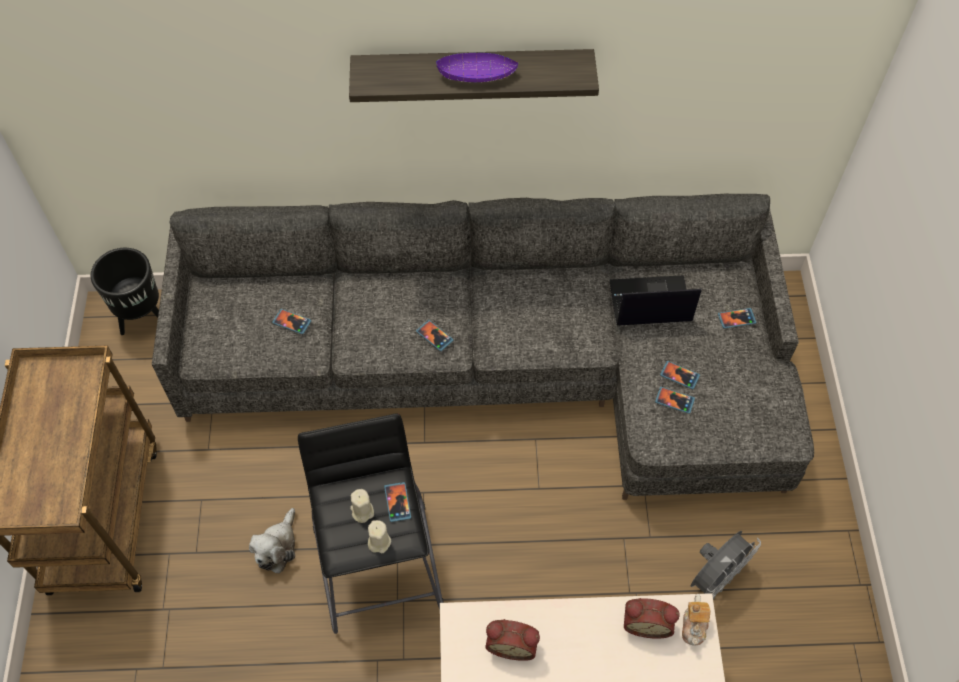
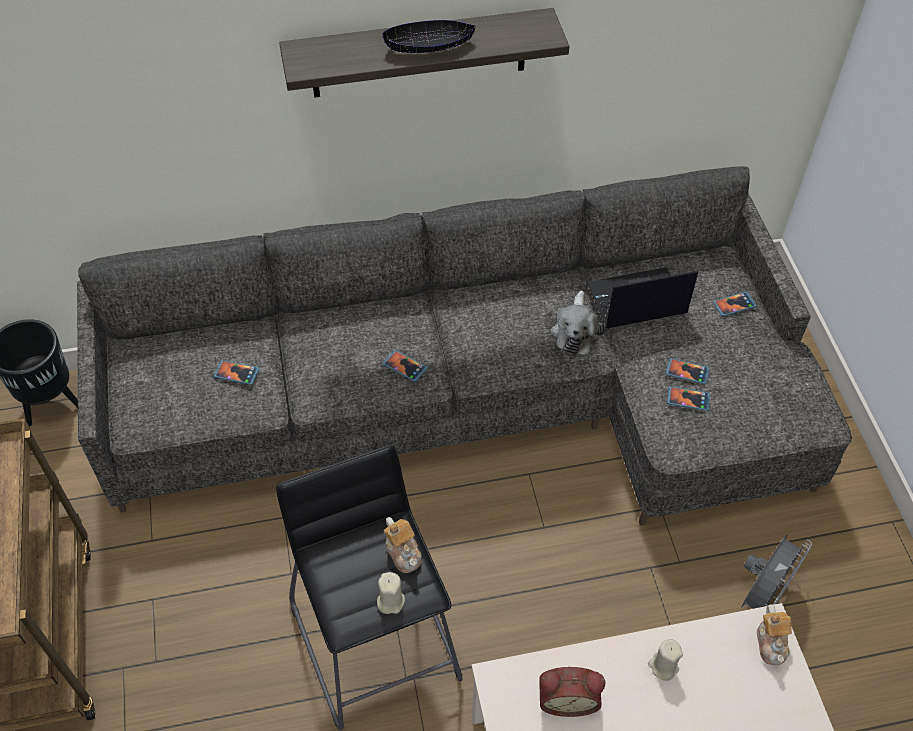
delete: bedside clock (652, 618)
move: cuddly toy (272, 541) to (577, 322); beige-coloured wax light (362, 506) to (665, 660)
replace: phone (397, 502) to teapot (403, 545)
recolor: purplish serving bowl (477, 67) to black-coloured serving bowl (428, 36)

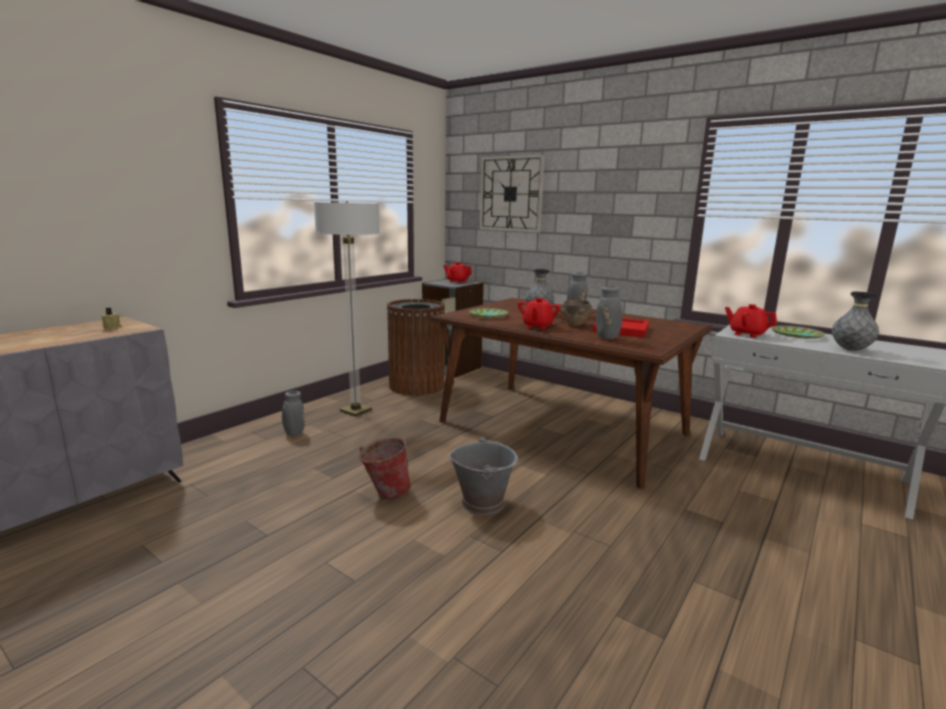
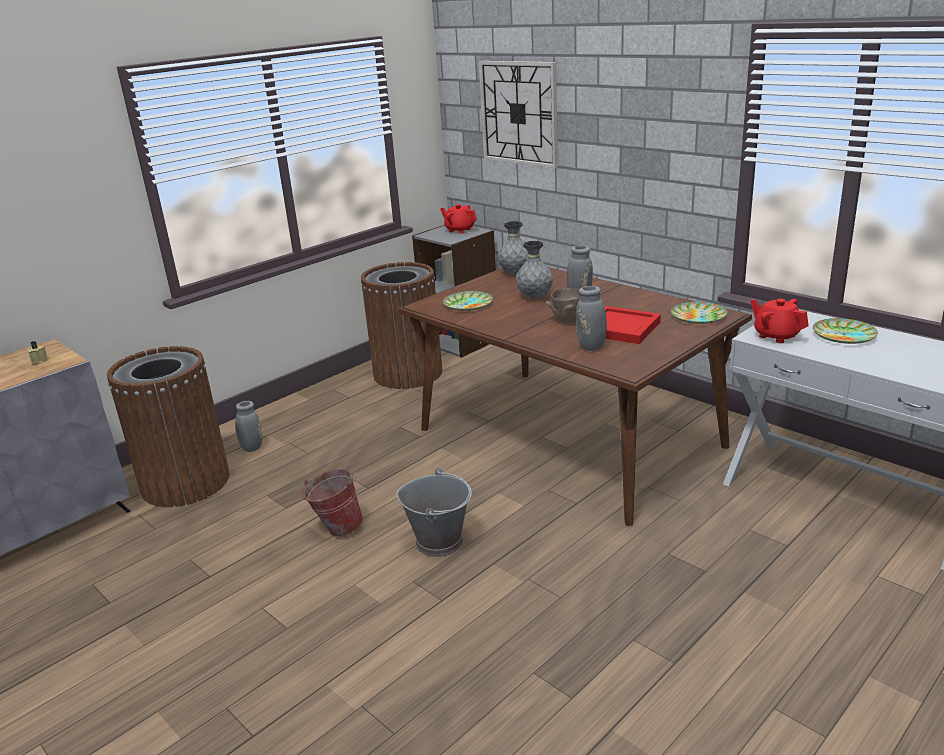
delete: floor lamp (347, 309); red teapot (539, 313)
insert: brown trash can (168, 426); flat dish (699, 313)
move: greyish vase (855, 321) to (513, 248)

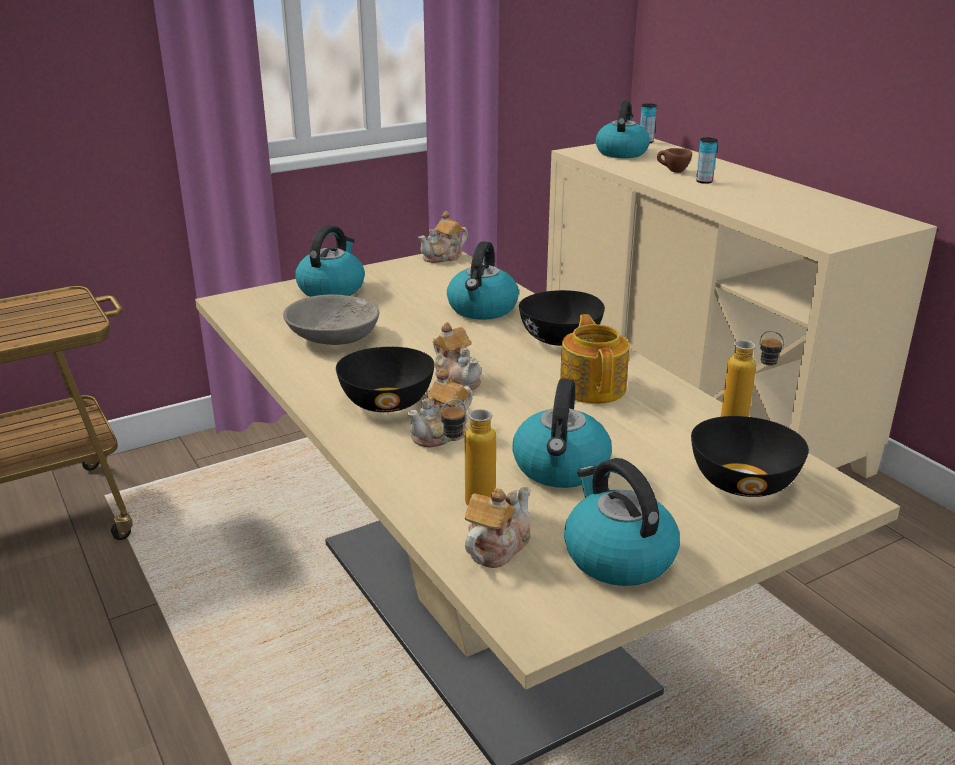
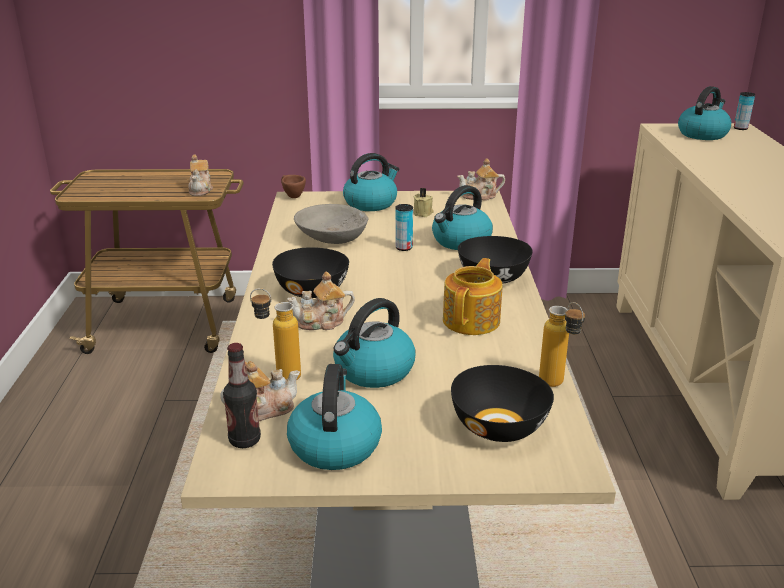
insert: beverage bottle (242, 395); beige-coloured wax light (424, 202)
move: teapot (457, 356) to (200, 175); brown drinking cup (674, 160) to (293, 186); sealed can (707, 160) to (404, 227)

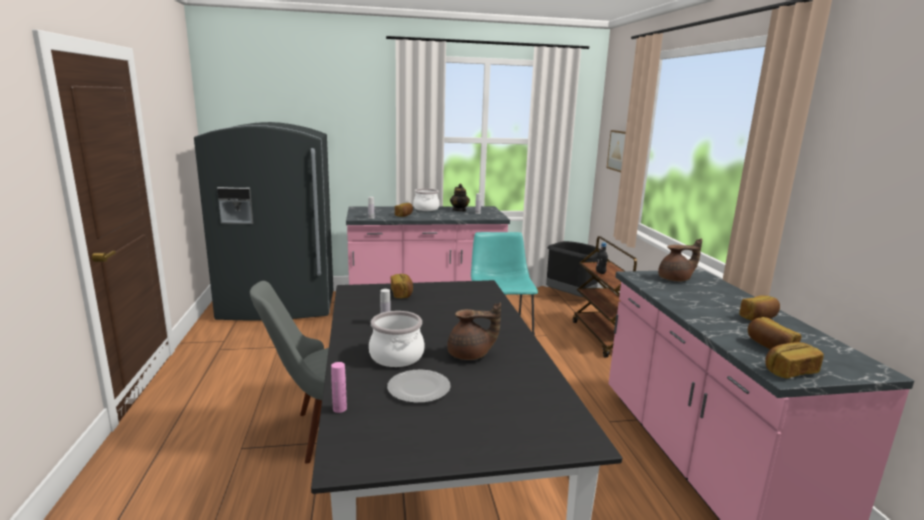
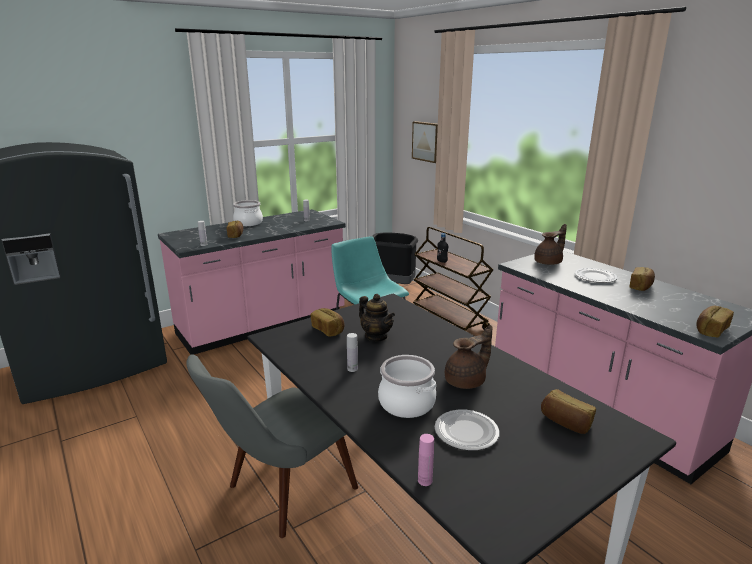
insert: flat dish (596, 275)
move: teapot (460, 198) to (377, 318); bakery bread (775, 333) to (568, 411)

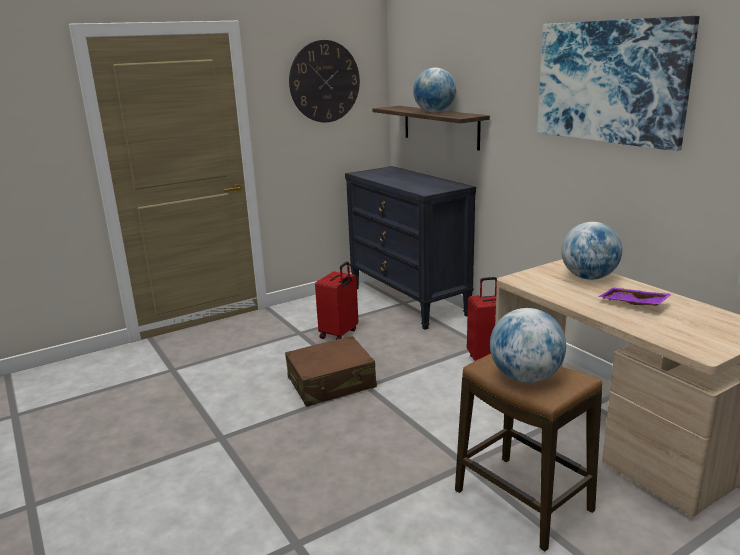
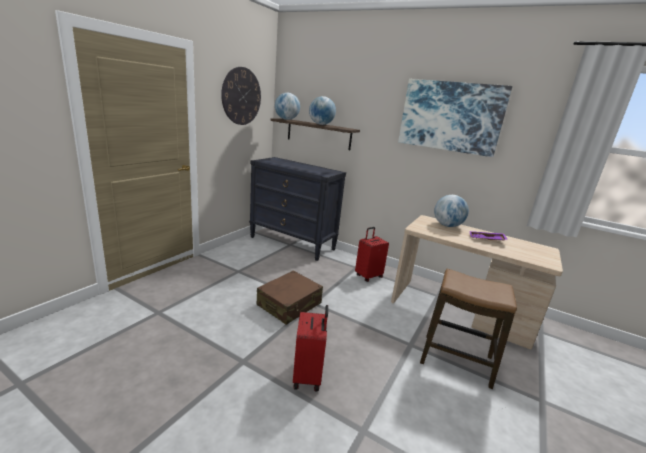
move: world globe (528, 345) to (287, 106); red suitcase (336, 301) to (310, 348)

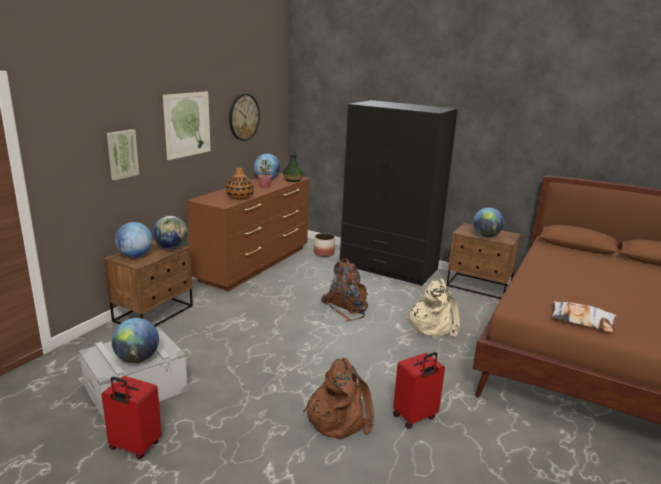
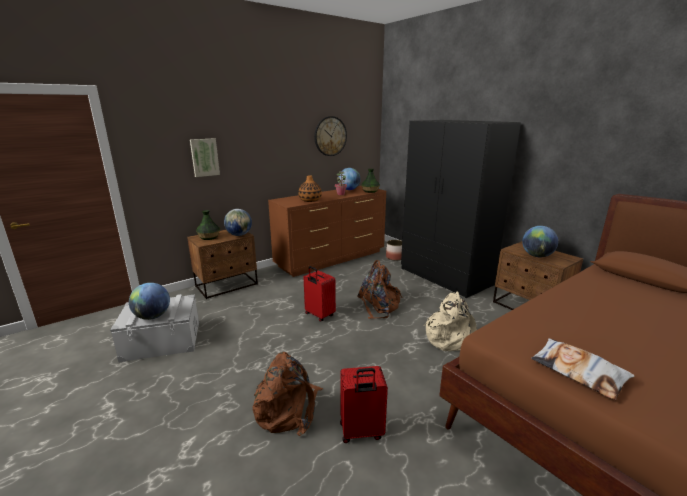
delete: wall picture (187, 125)
move: red suitcase (131, 417) to (320, 294)
replace: world globe (134, 239) to vase (208, 225)

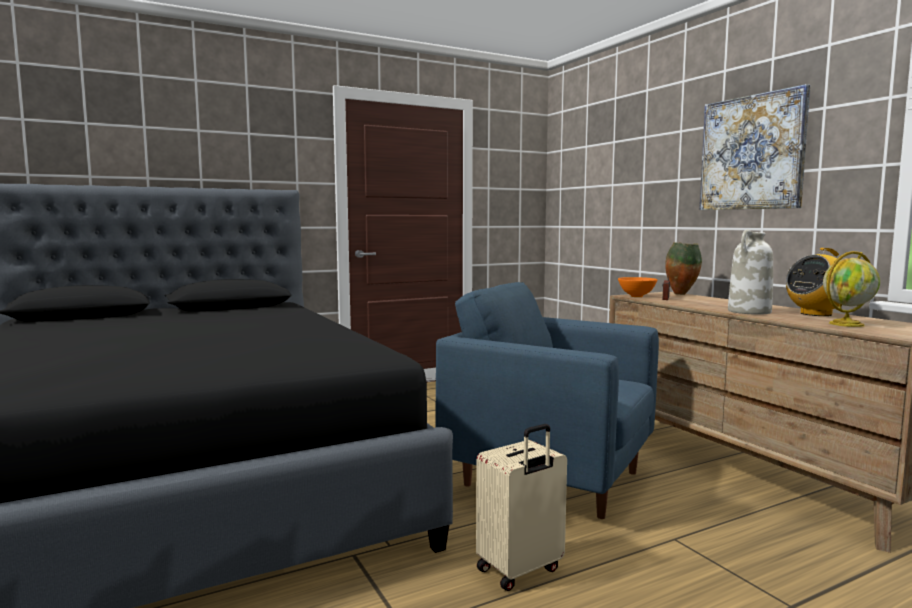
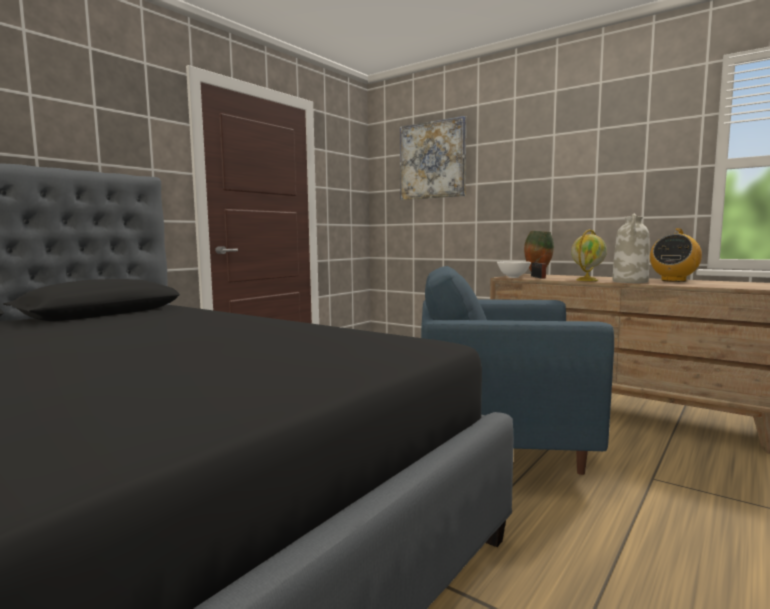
delete: beige-coloured suitcase (521, 507)
move: wall picture (754, 147) to (433, 158); world globe (851, 289) to (589, 255)
recolor: orange-coloured serving bowl (637, 287) to white-coloured serving bowl (514, 269)

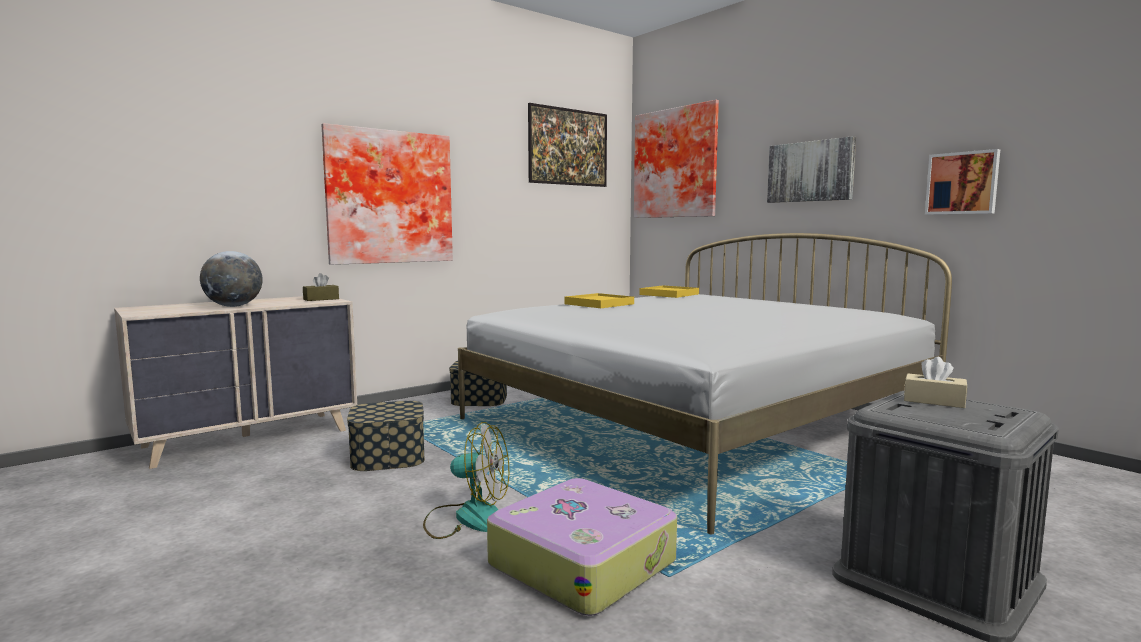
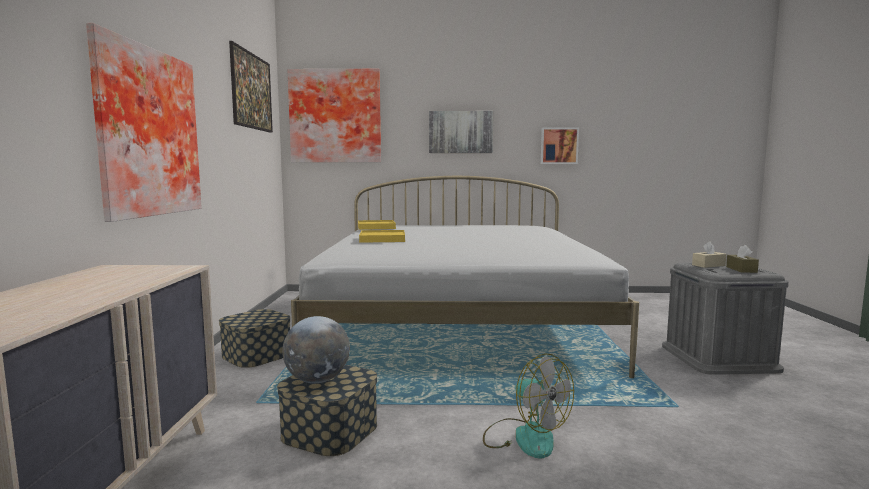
delete: suitcase (582, 547)
move: world globe (231, 279) to (316, 349); brown tissue box (321, 287) to (742, 259)
rotate: electric fan (466, 480) = (528, 405) 90 degrees clockwise

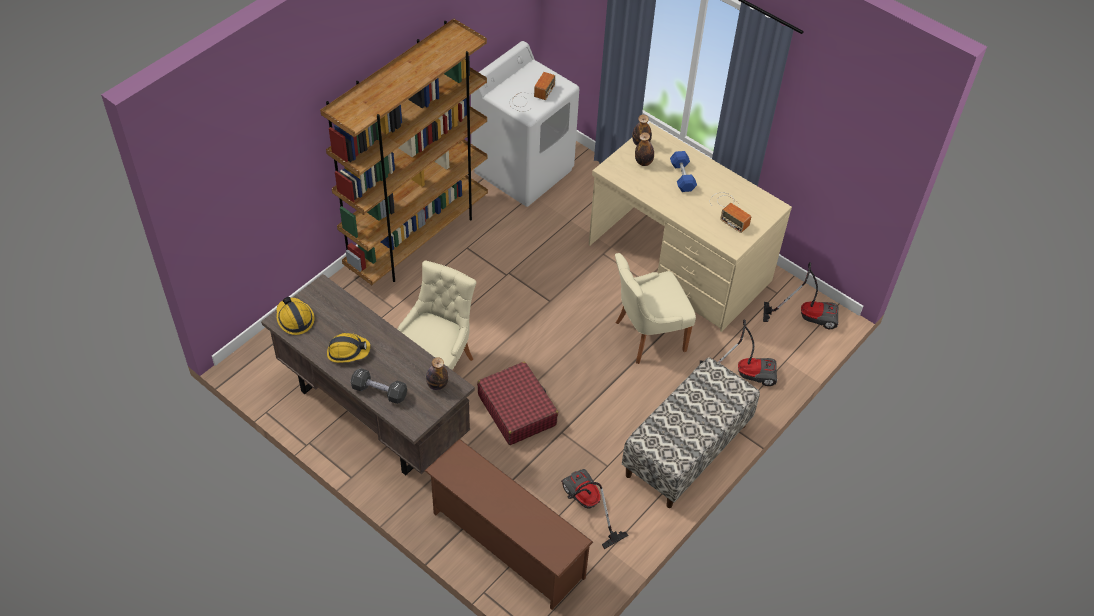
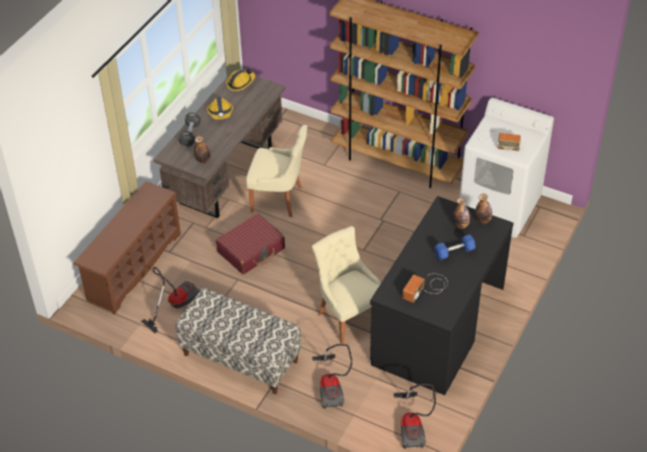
recolor: beige-coloured desk (690, 227) to black-coloured desk (442, 295)

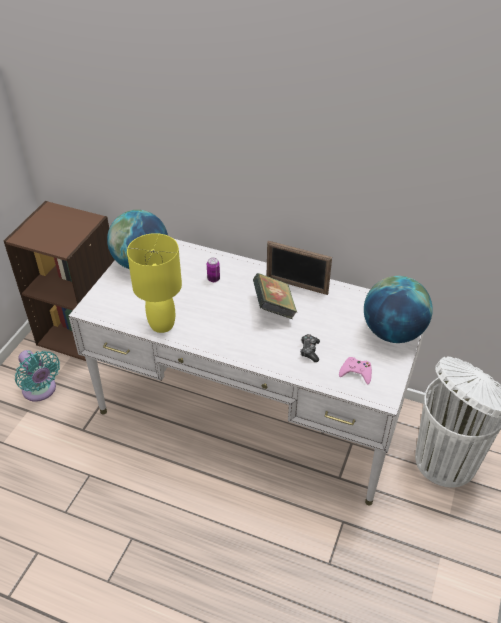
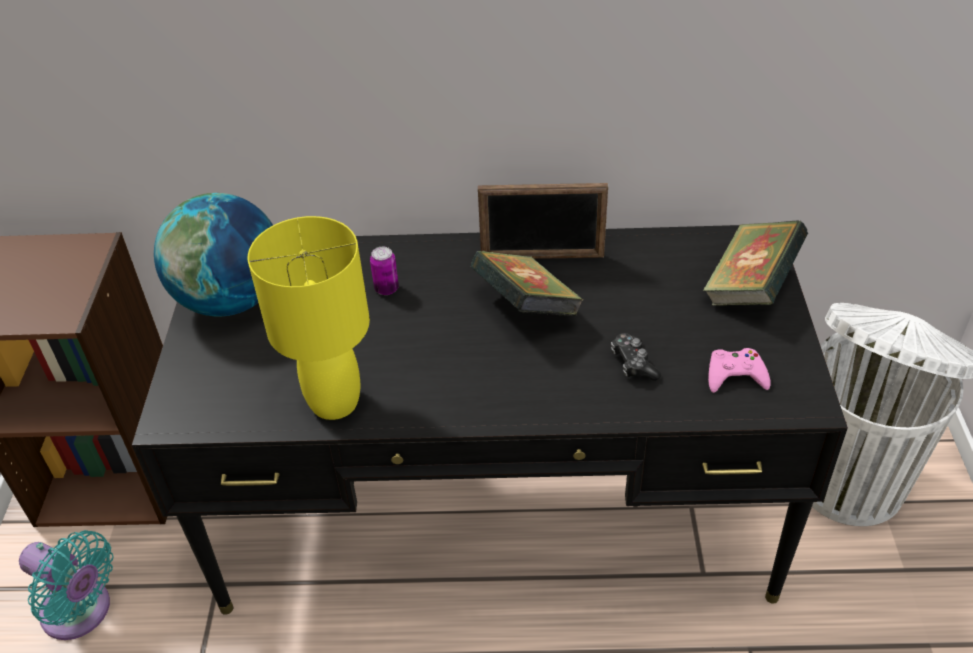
replace: world globe (398, 309) to bound book (755, 263)
recolor: white-coloured desk (246, 372) to black-coloured desk (490, 420)

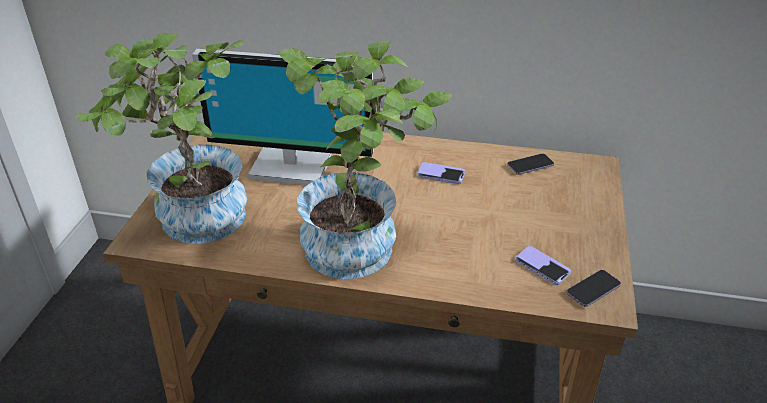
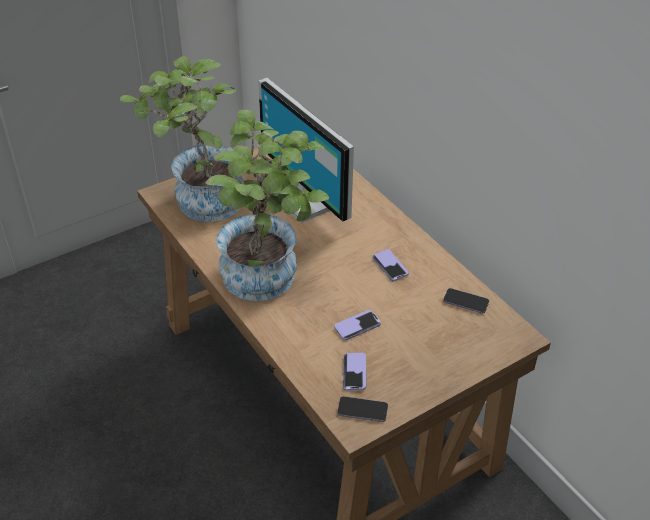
insert: phone (357, 325)

